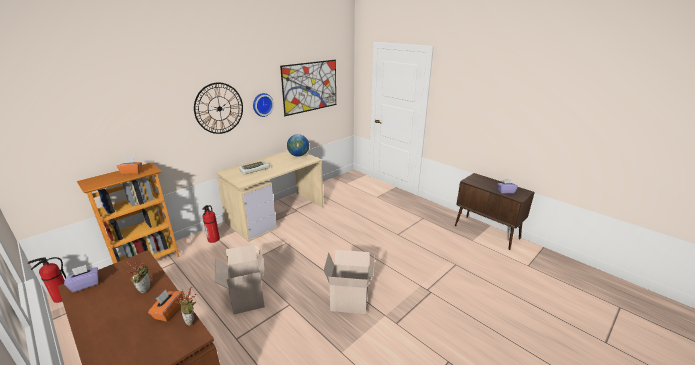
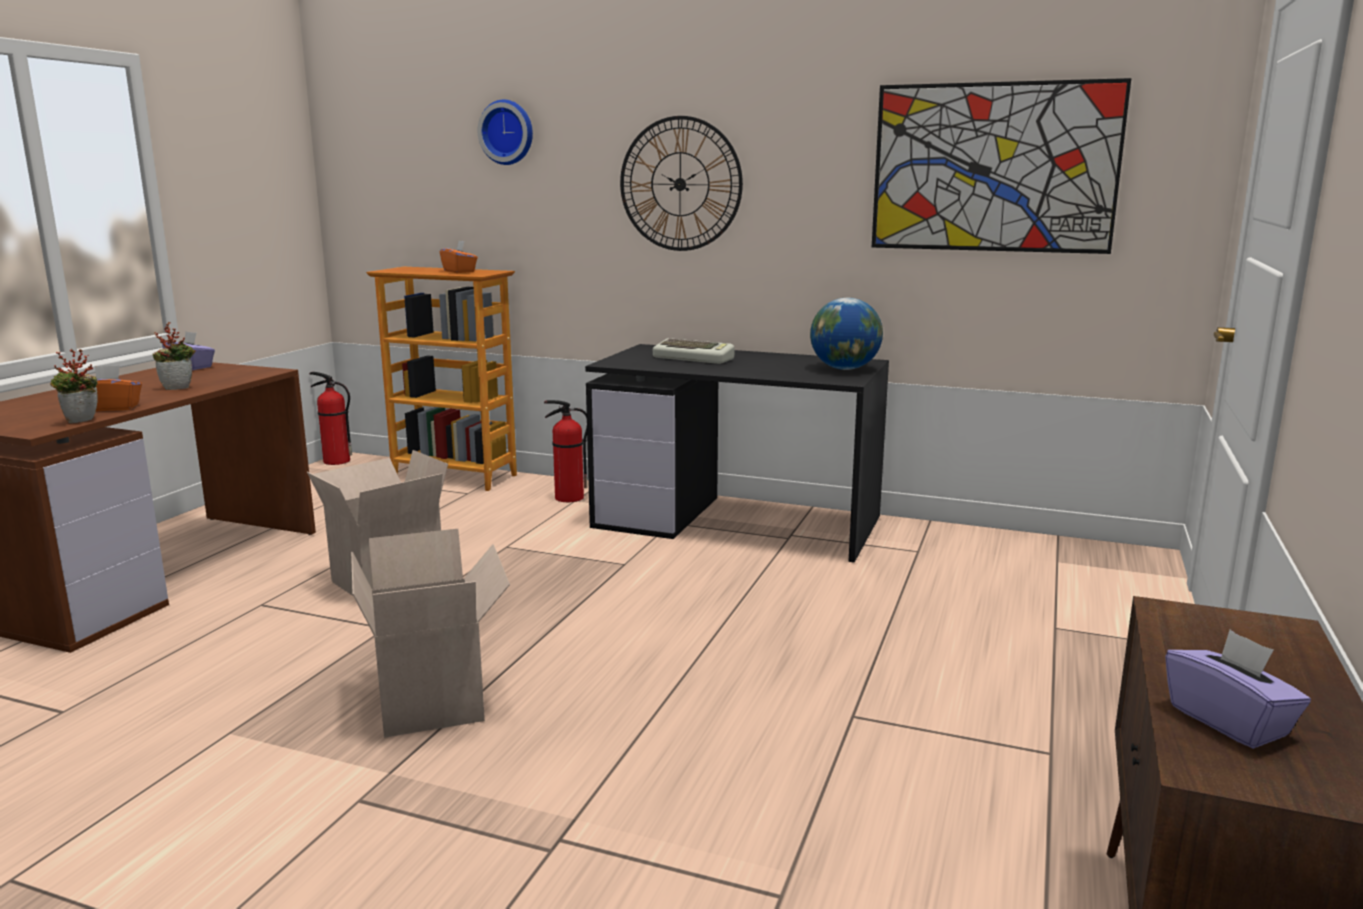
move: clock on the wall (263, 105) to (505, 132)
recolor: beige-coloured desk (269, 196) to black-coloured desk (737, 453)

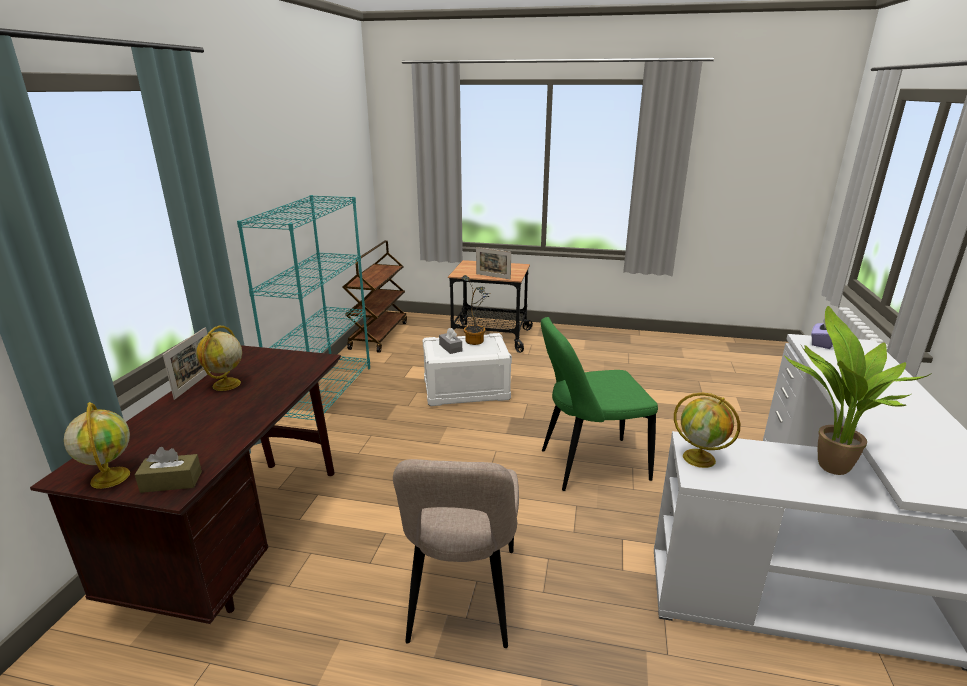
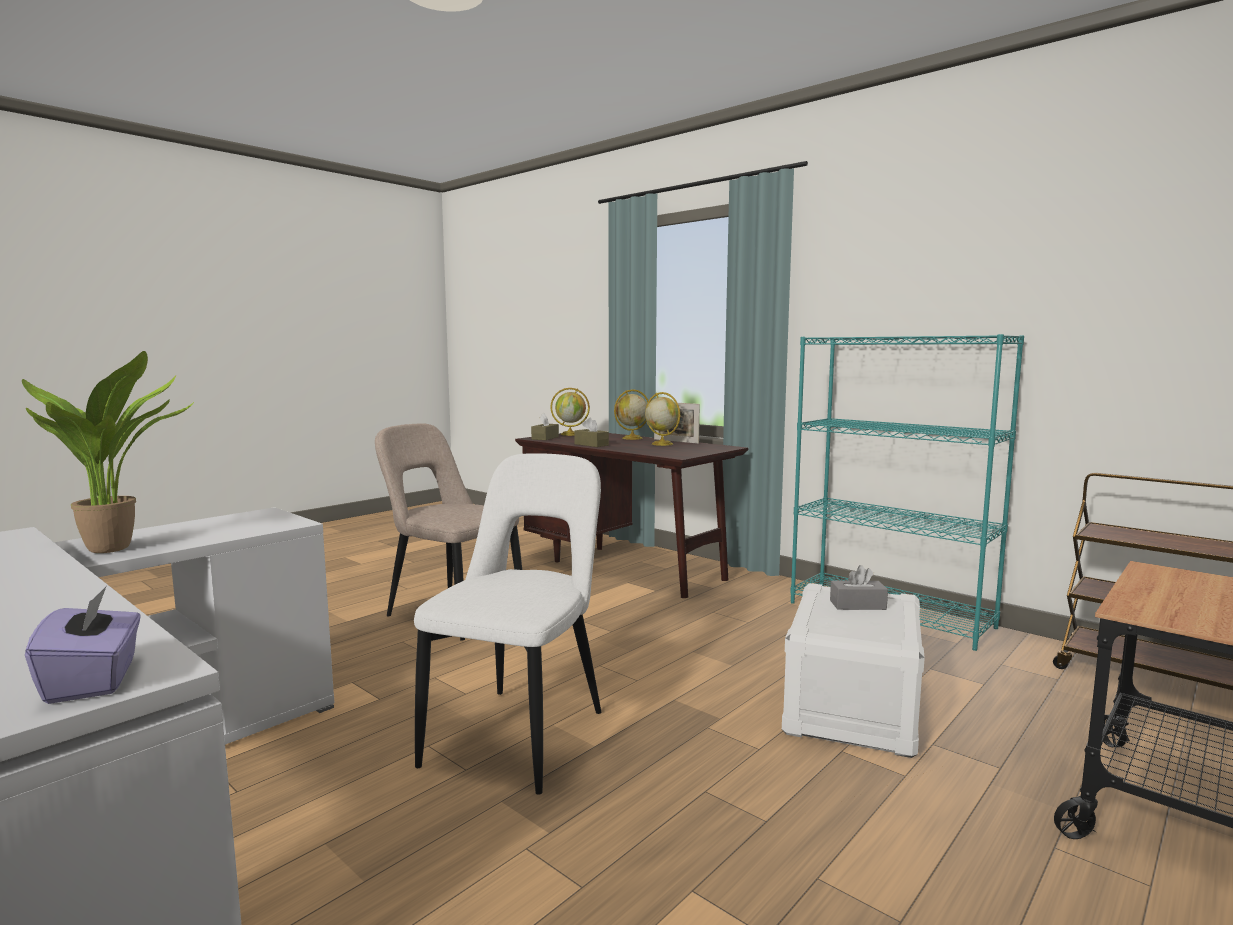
delete: plant in a pot (476, 310); photo frame (493, 263)
insert: brown tissue box (591, 432)
move: world globe (707, 430) to (631, 414)
recolor: greenish upright chair (599, 404) to white-coloured upright chair (508, 624)

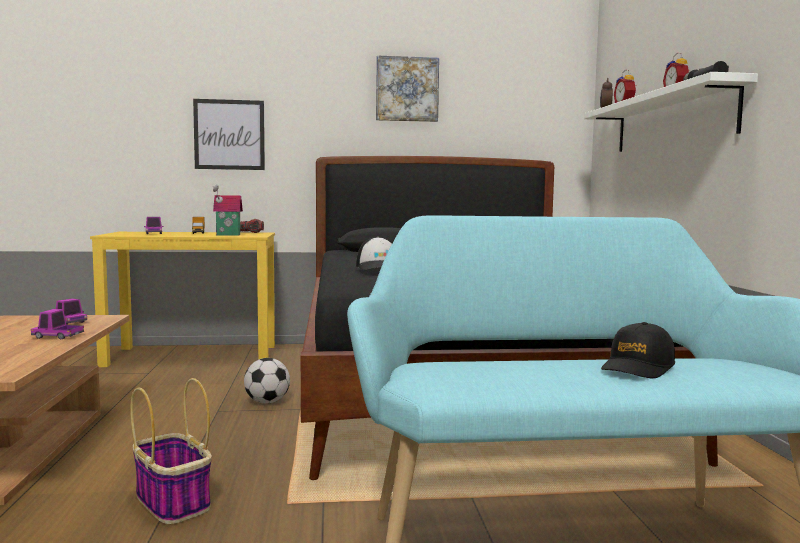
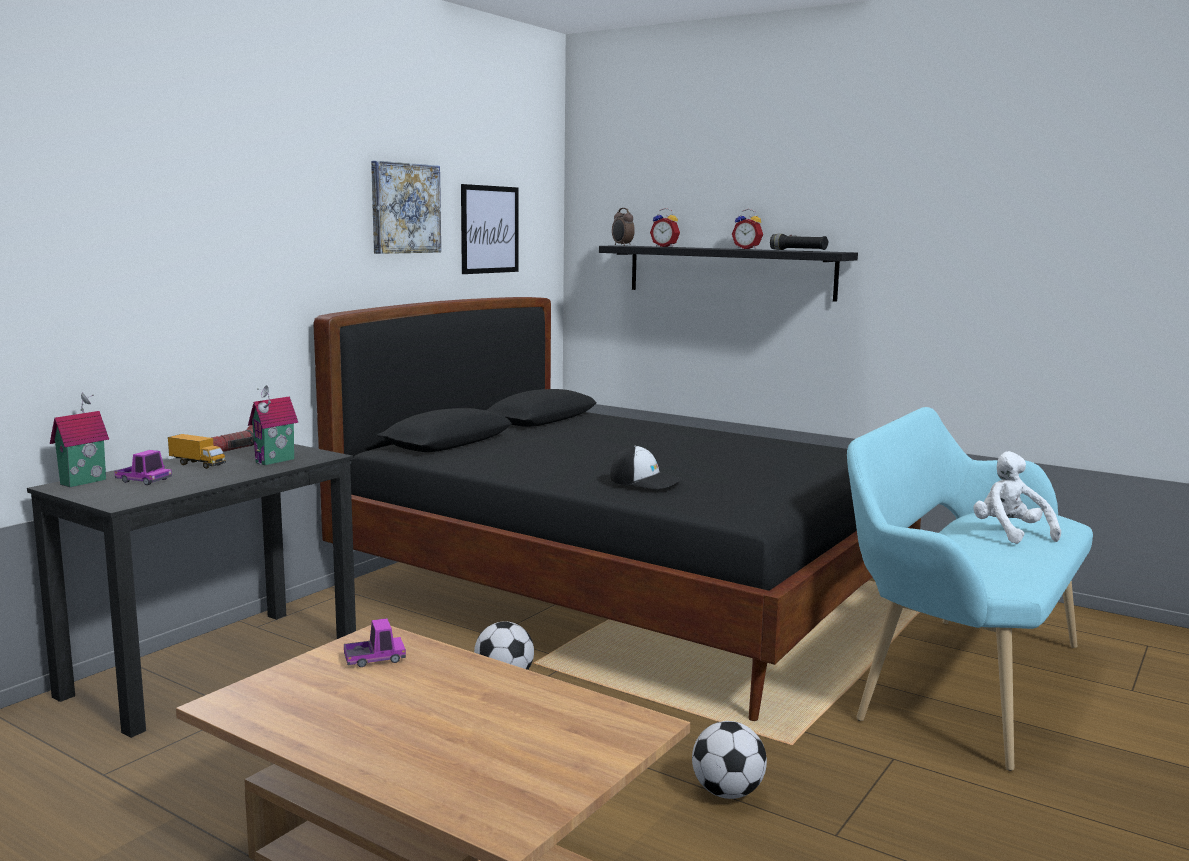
delete: toy truck (57, 324)
insert: model house (79, 440)
move: wall picture (229, 134) to (490, 229)
replace: basket (171, 451) to ball for football (729, 760); black-coloured cap (638, 350) to white-coloured cuddly toy (1017, 497)
recolor: yellow desk (182, 299) to black-coloured desk (191, 591); white-coloured shelf (671, 112) to black-coloured shelf (728, 273)

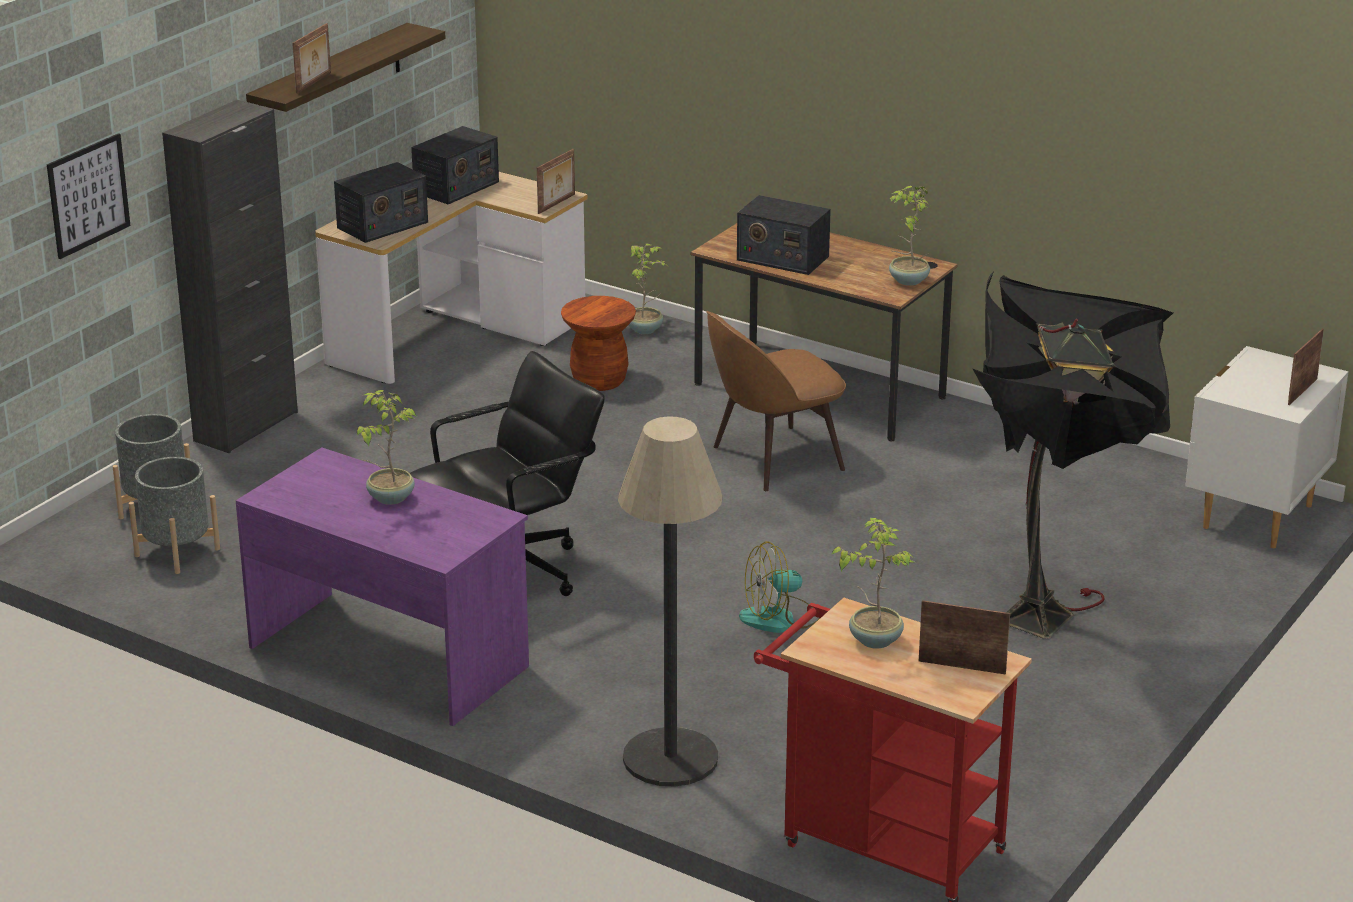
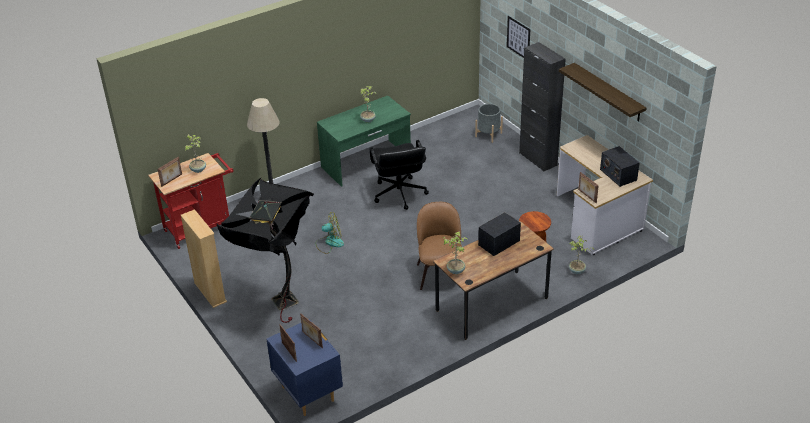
delete: greyish planter (174, 515); radio receiver (381, 202)
insert: beige-coloured shelving unit (203, 258)
move: photo frame (311, 58) to (311, 330)
recolor: white-coloured bedside table (1267, 447) to blue bedside table (304, 367); purplish desk (382, 586) to greenish desk (364, 141)
rotate: electric fan (779, 587) = (329, 233) 75 degrees clockwise

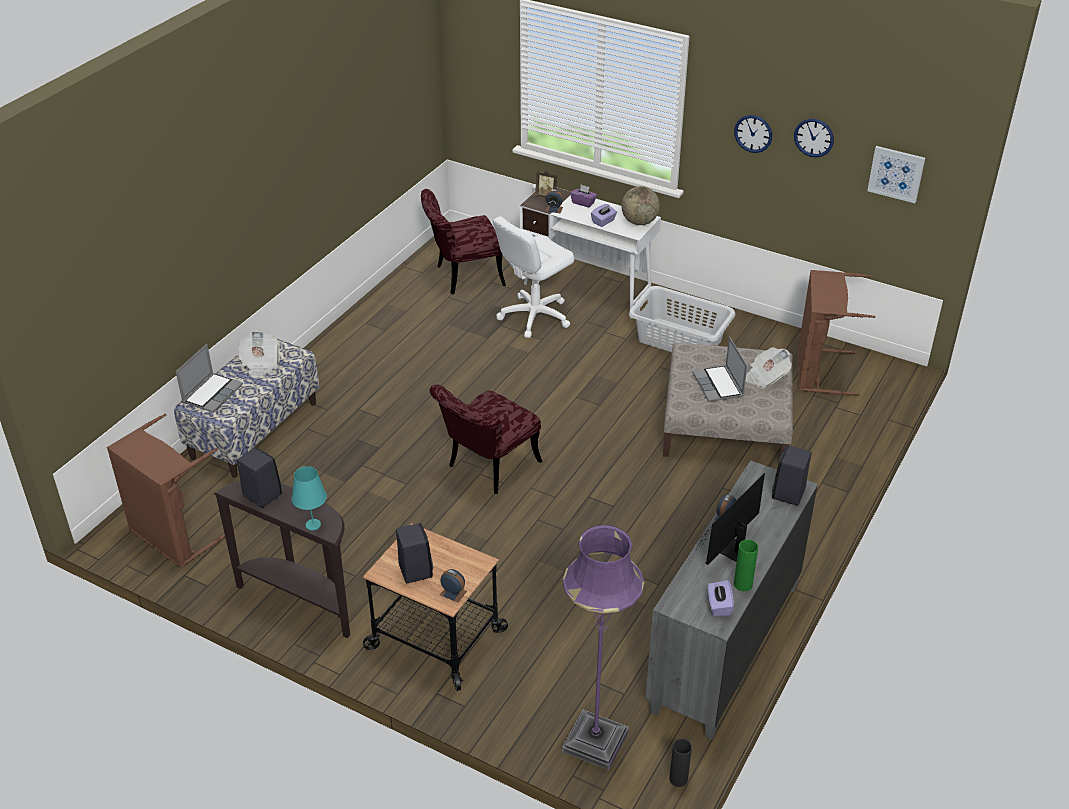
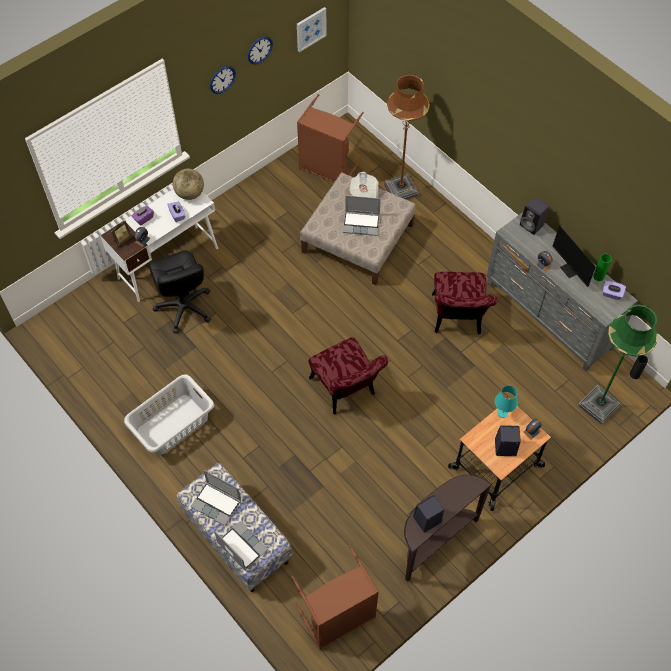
insert: brown floor lamp (406, 137)
move: greyish laundry basket (682, 319) to (169, 414); red upright chair (463, 241) to (465, 303); blue-green tabletop lamp (309, 498) to (506, 401)
replace: newspaper (259, 354) to notebook computer (216, 498)
recolor: white-coloured office chair (534, 277) to black-coloured office chair (180, 292); purplish floor lamp (603, 647) to greenish floor lamp (617, 364)

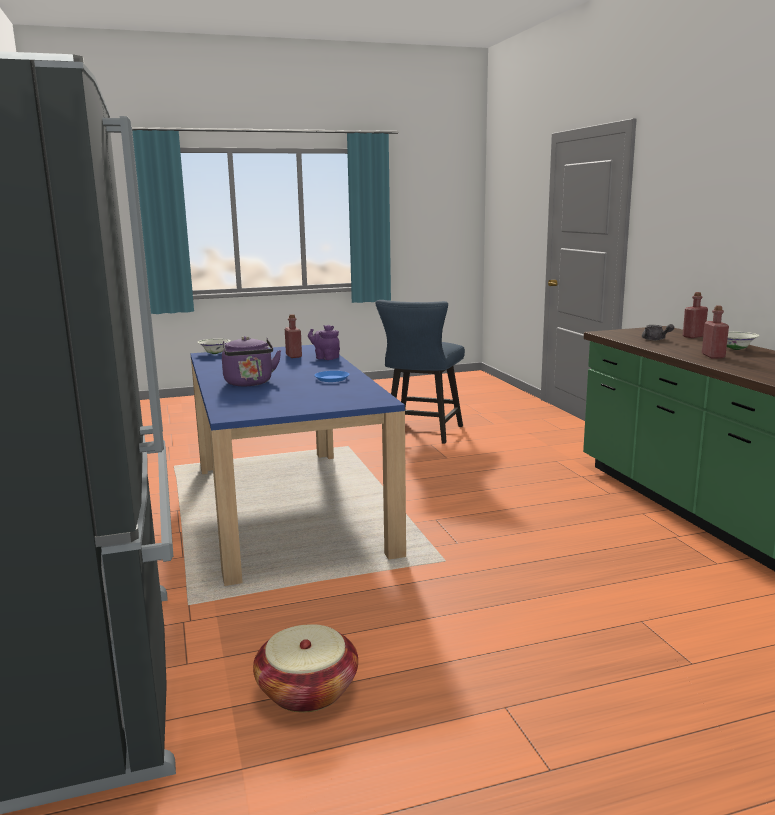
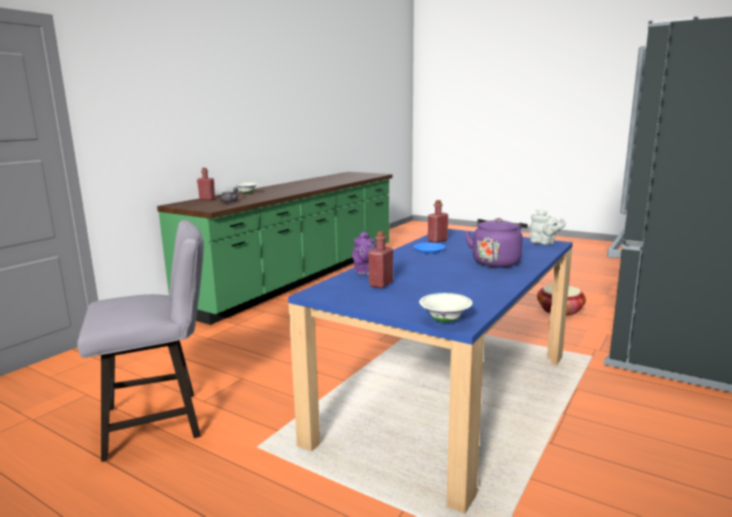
insert: greyish teapot (548, 227)
move: red beverage bottle (715, 331) to (438, 221)
recolor: blue upright chair (420, 372) to greyish upright chair (140, 341)

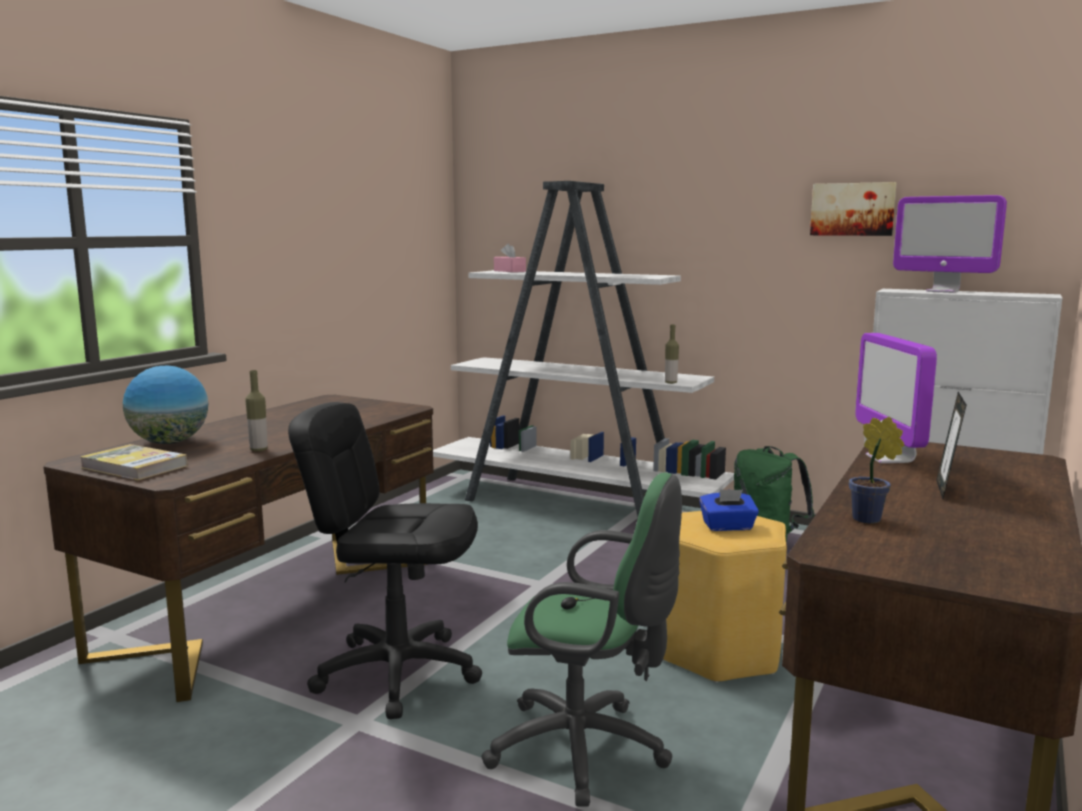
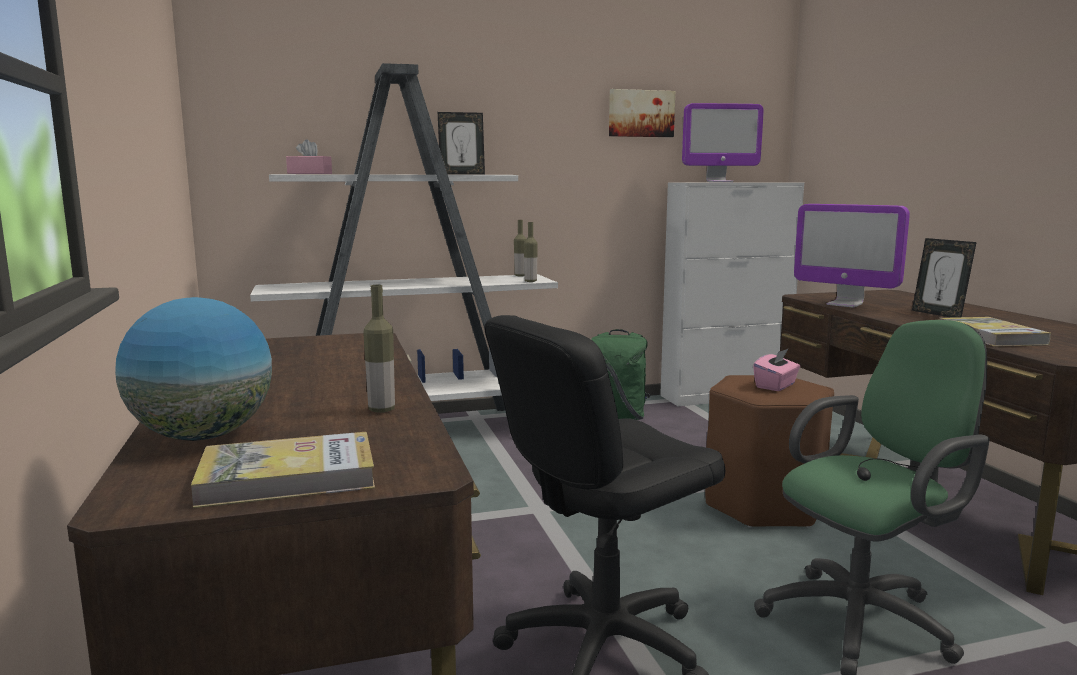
insert: photo frame (461, 143); beverage bottle (520, 248)
replace: plant in a pot (876, 470) to bound book (995, 332)
recolor: yellow stool (725, 597) to brown stool (769, 451); blue tissue box (729, 510) to pink tissue box (776, 370)

